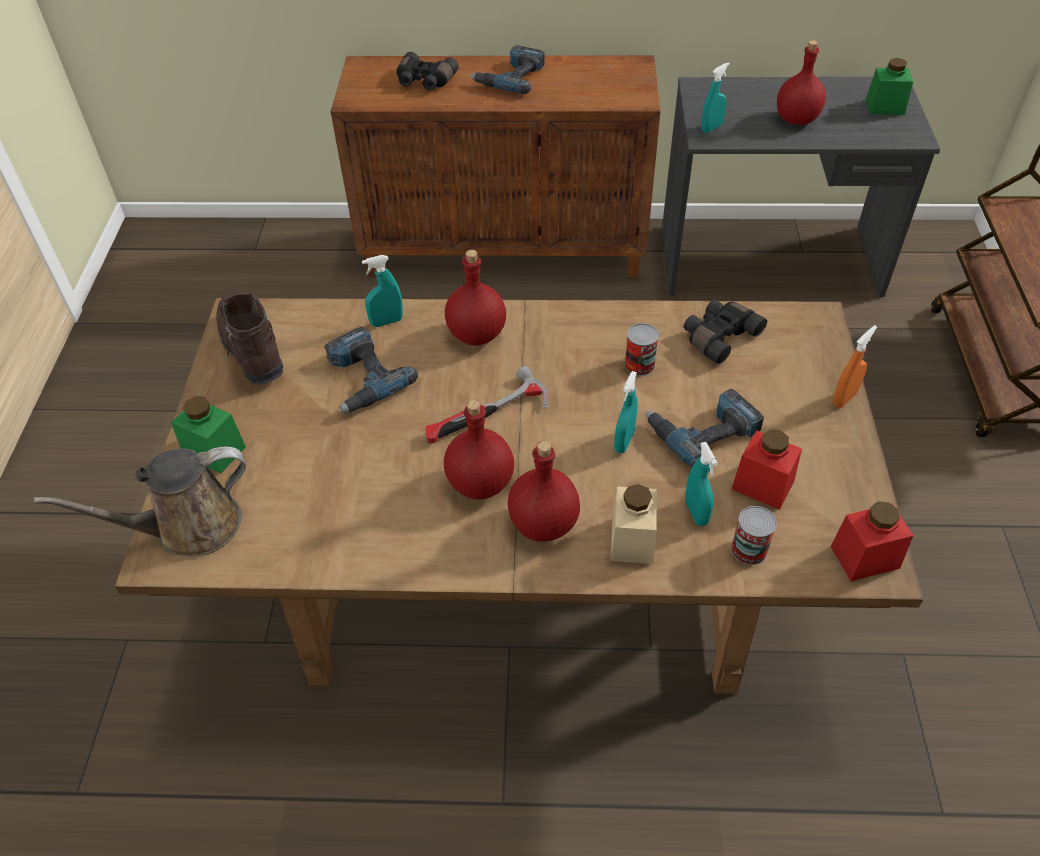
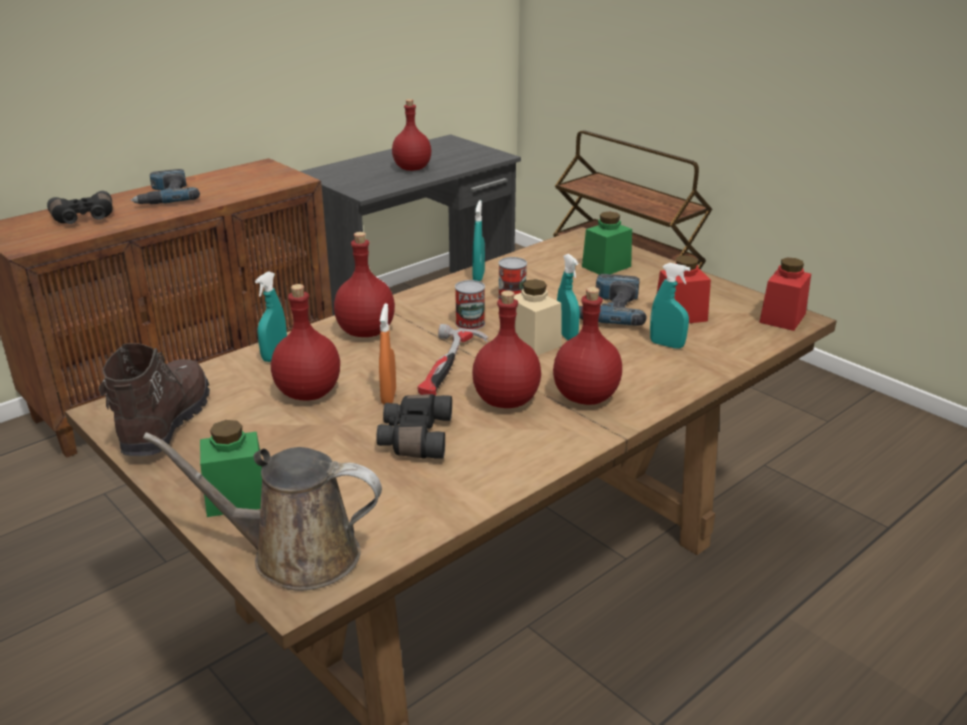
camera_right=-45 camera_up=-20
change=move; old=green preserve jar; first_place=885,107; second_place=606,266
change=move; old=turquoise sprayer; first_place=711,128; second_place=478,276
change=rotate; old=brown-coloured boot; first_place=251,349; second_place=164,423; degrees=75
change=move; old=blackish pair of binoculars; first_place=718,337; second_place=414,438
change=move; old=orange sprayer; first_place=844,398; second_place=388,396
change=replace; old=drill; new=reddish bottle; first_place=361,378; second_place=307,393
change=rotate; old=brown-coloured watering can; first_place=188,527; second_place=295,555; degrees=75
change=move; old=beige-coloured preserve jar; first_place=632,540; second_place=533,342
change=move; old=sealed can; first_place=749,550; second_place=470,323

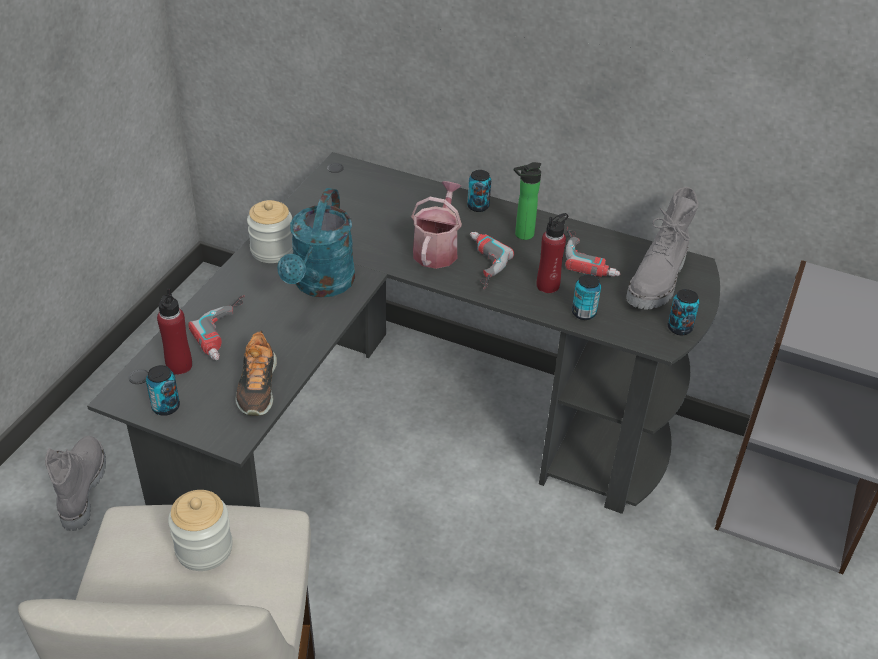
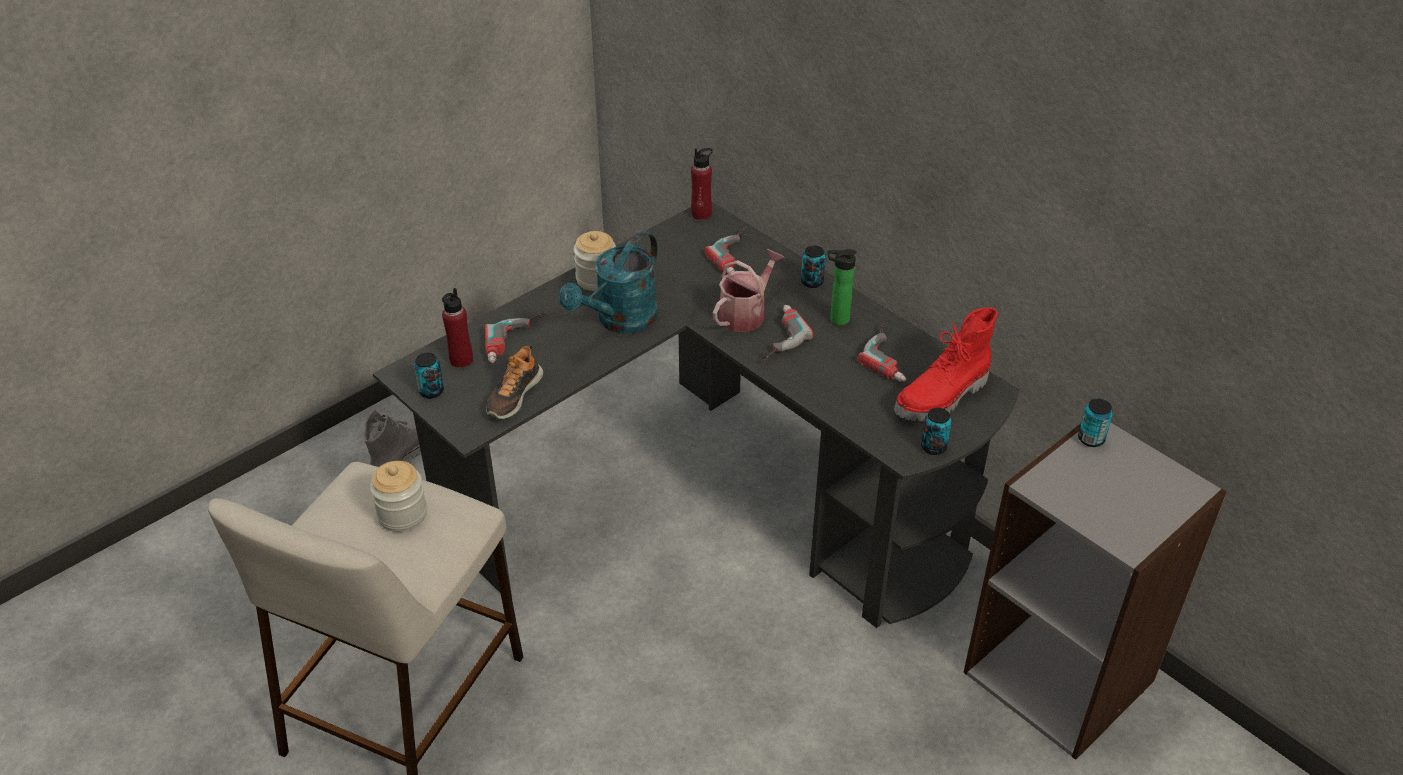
camera_right=25 camera_up=0
change=recolor; old=grey boot; new=reddish boot; first_place=658,282; second_place=943,398
change=move; old=reddish bottle; first_place=548,285; second_place=701,214
change=move; old=sealed can; first_place=583,313; second_place=1091,439
change=insert; new=drill; second_place=738,256

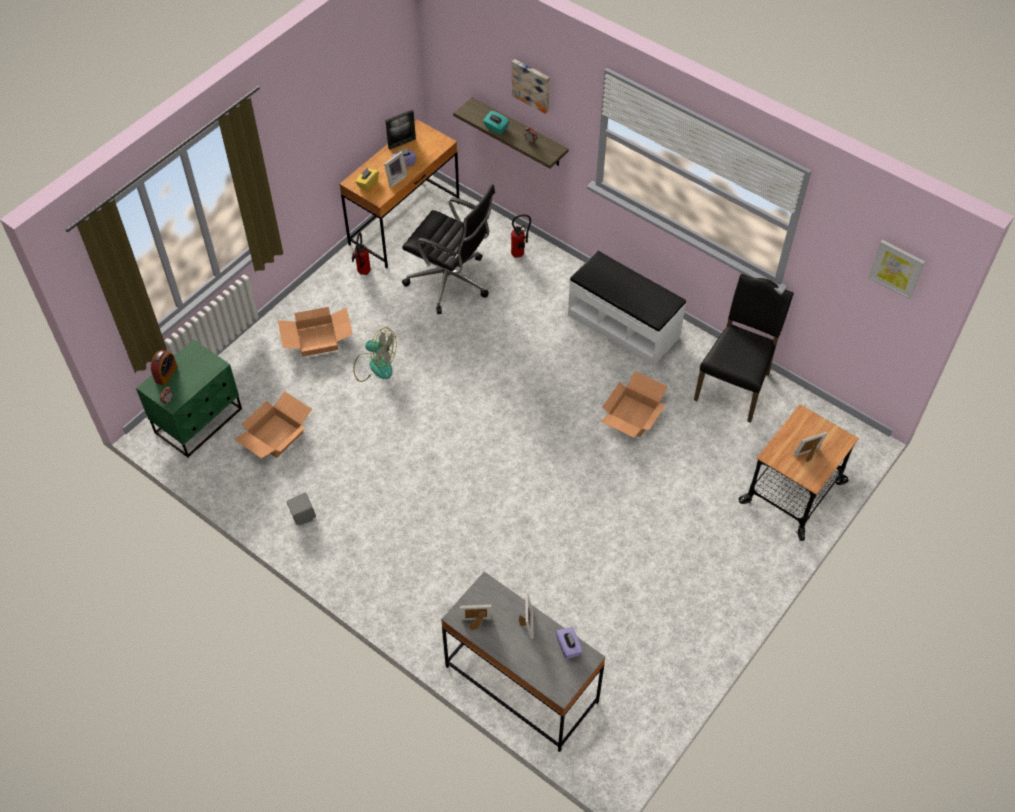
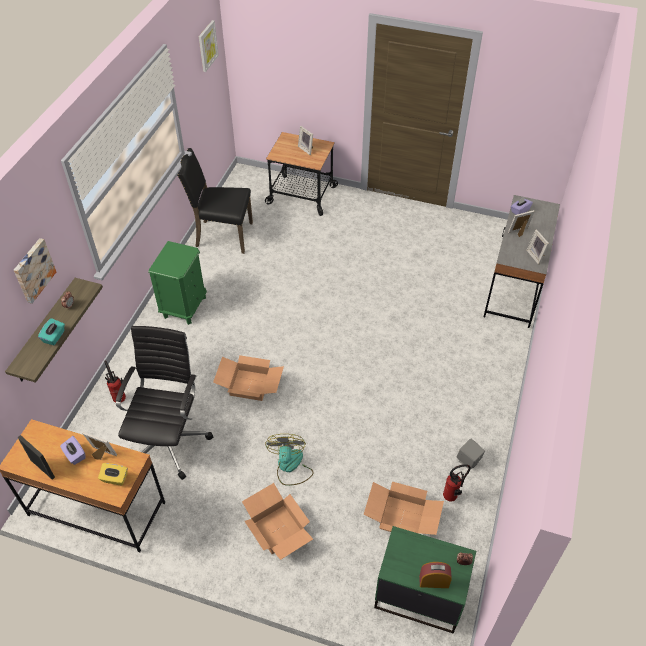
camera_right=-110 camera_up=-5
change=move; old=fire-fighting cylinder; first_place=362,273; second_place=452,497
change=replace; old=white indoor bench; new=green bedside table; first_place=623,325; second_place=184,307
change=move; old=cardboard box; first_place=633,416; second_place=250,384

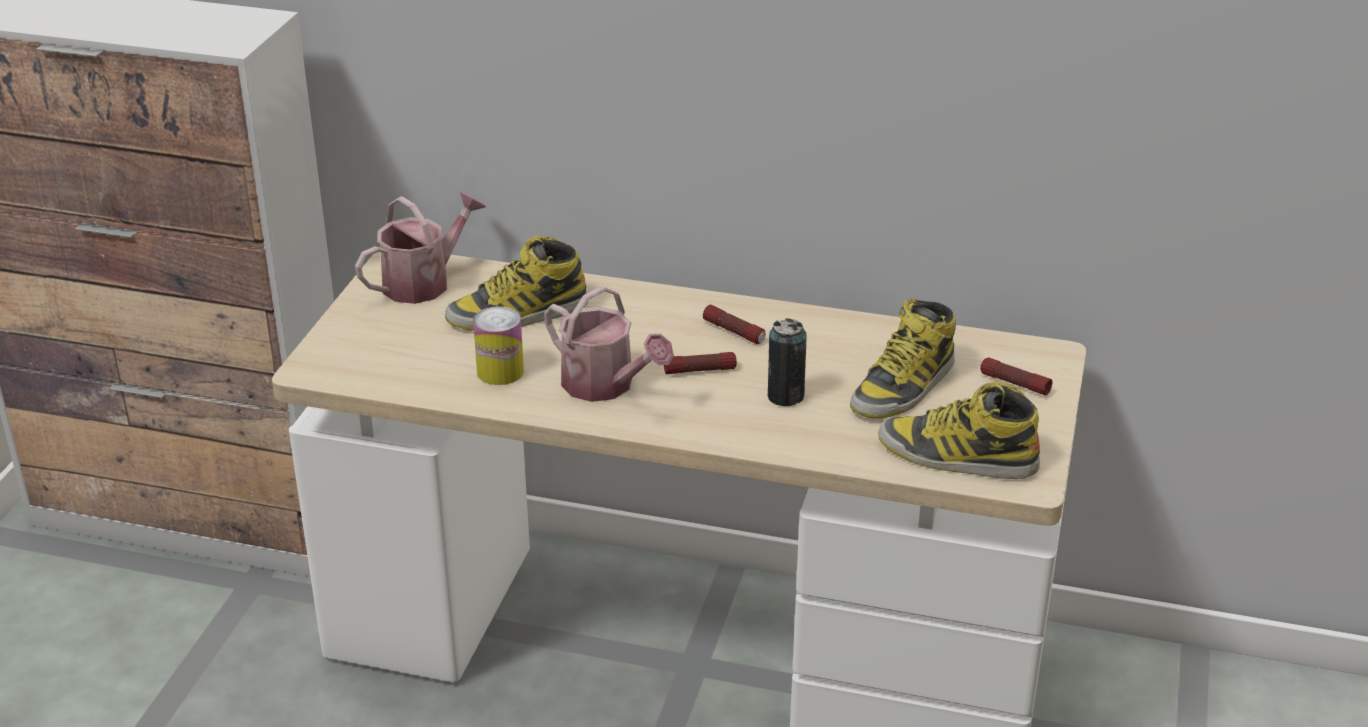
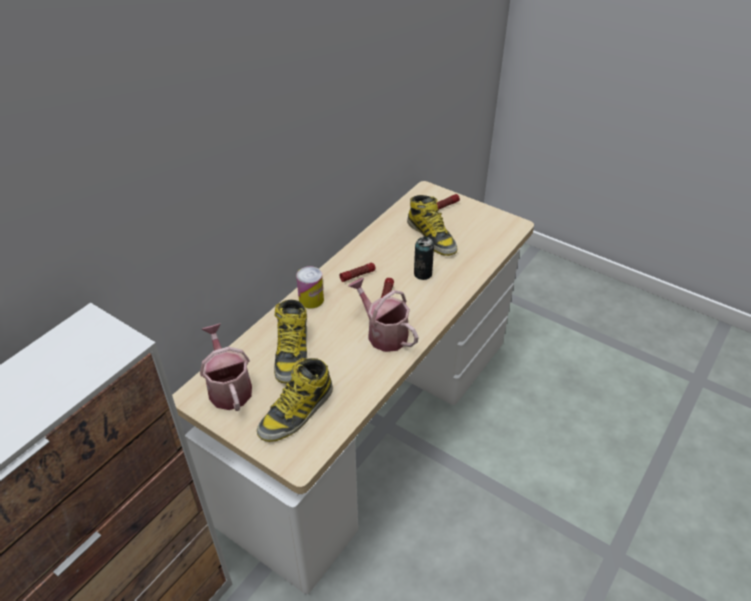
camera_right=-70 camera_up=10
change=rotate; old=watering can; first_place=605,386; second_place=383,333; degrees=-105
change=move; old=sealed can; first_place=500,371; second_place=311,299
change=move; old=boot; first_place=957,456; second_place=296,412

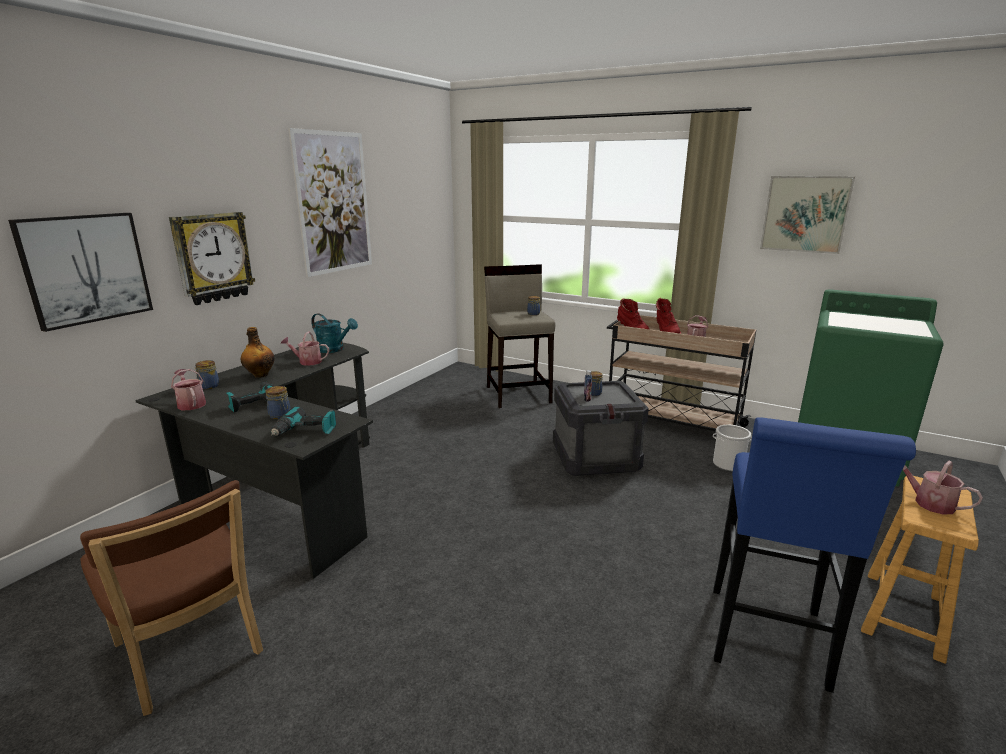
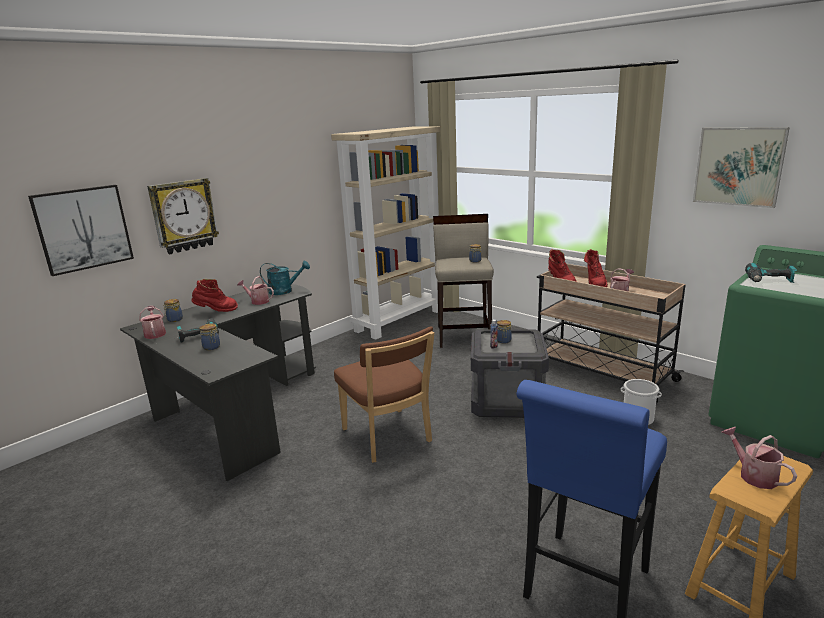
camera_right=15 camera_up=0
change=delete; old=wall picture; first_place=333,203
change=rotate; old=turquoise watering can; first_place=334,350; second_place=285,291; degrees=-45
change=replace; old=bottle; new=reddish boot; first_place=260,375; second_place=216,311
change=move; old=drill; first_place=305,431; second_place=769,281
change=move; old=brown-coloured chair; first_place=191,653; second_place=388,438
change=insert; new=beige-coloured bookcase; second_place=399,320

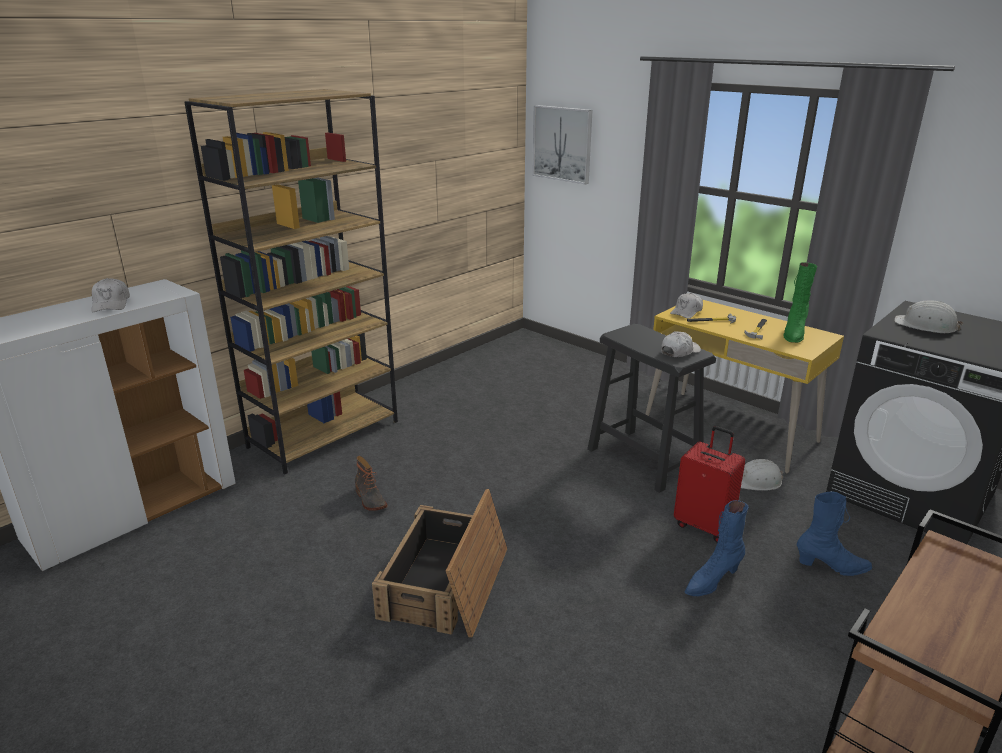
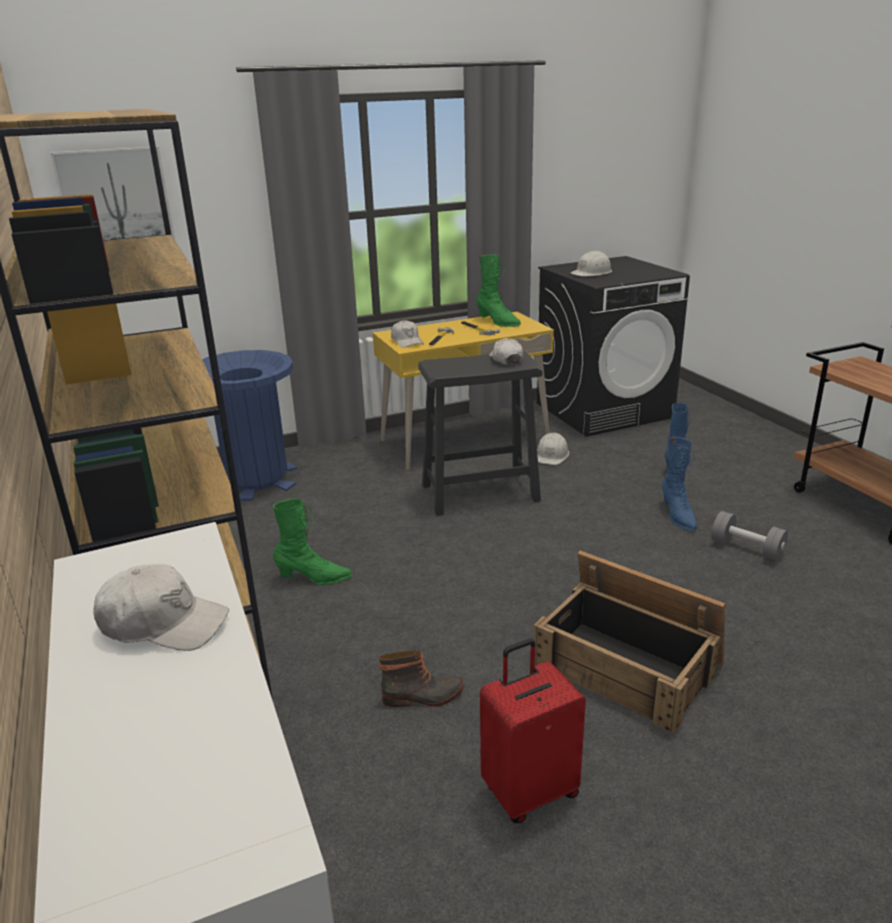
camera_right=-65 camera_up=0
change=move; old=reddish piece of luggage; first_place=704,525; second_place=529,791
change=insert; new=blue-coloured rubbish bin; second_place=257,479
change=insert; new=green boot; second_place=314,578
change=insert; new=grey hand weight; second_place=747,548

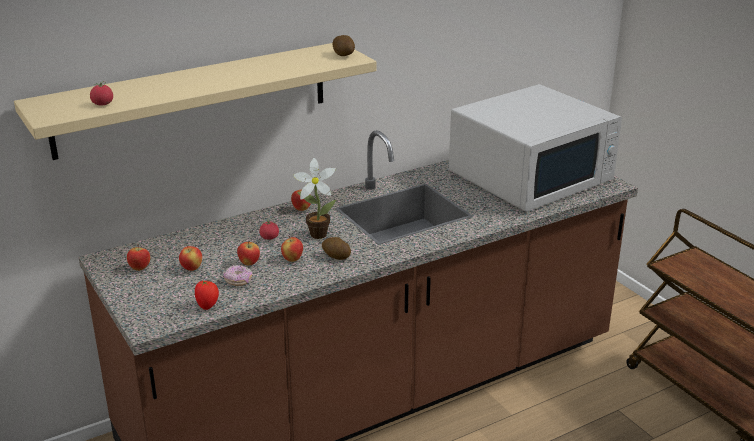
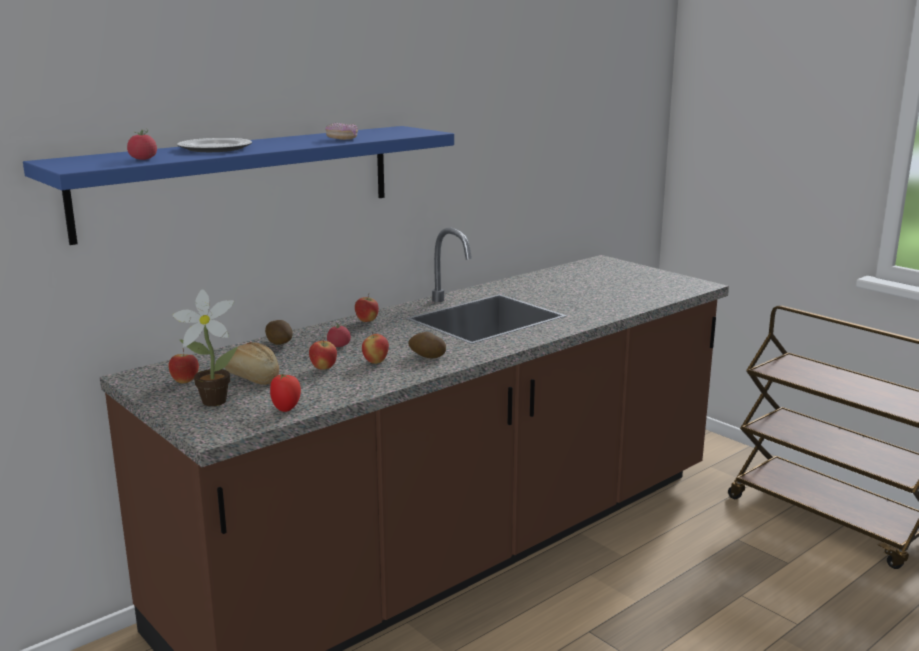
camera_right=-10 camera_up=-10
change=move; old=potato; first_place=344,55; second_place=280,343
change=recolor; old=beige-coloured shelf; new=blue-coloured shelf; first_place=193,99; second_place=241,180
change=delete; old=white microwave oven; first_place=531,176
change=move; old=potted plant; first_place=316,234; second_place=210,401
change=replace; old=apple; new=baked bread; first_place=192,268; second_place=252,377
change=move; old=doughnut; first_place=238,281; second_place=342,139
change=insert; new=flat dish; second_place=214,149

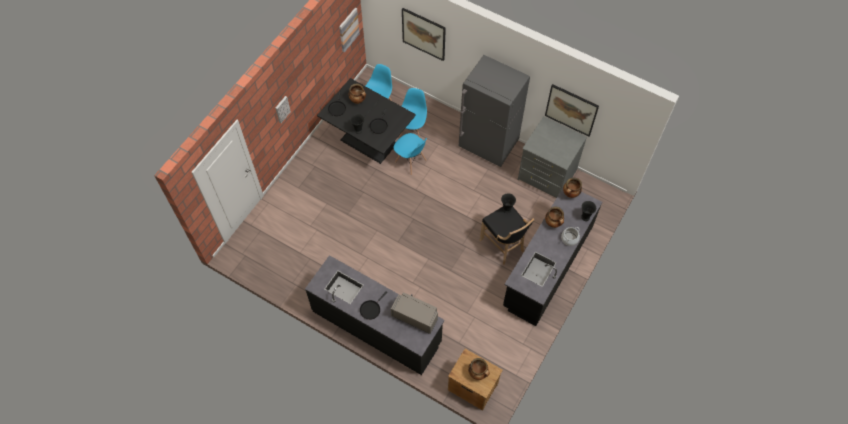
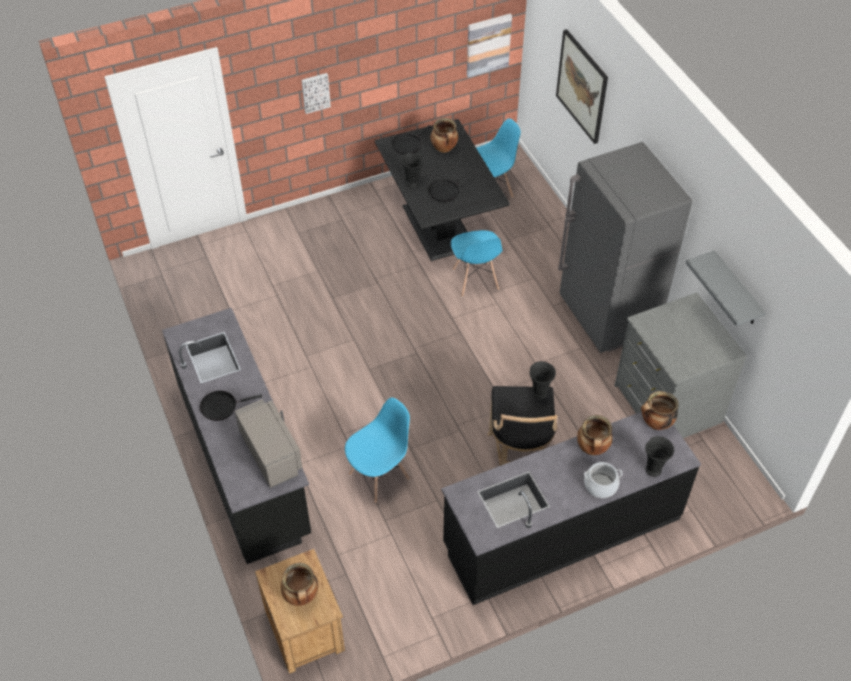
camera_right=35 camera_up=-10
change=replace; old=wall picture; new=grey shelf; first_place=571,110; second_place=736,290
change=move; old=blue-coloured chair; first_place=413,130; second_place=379,476

